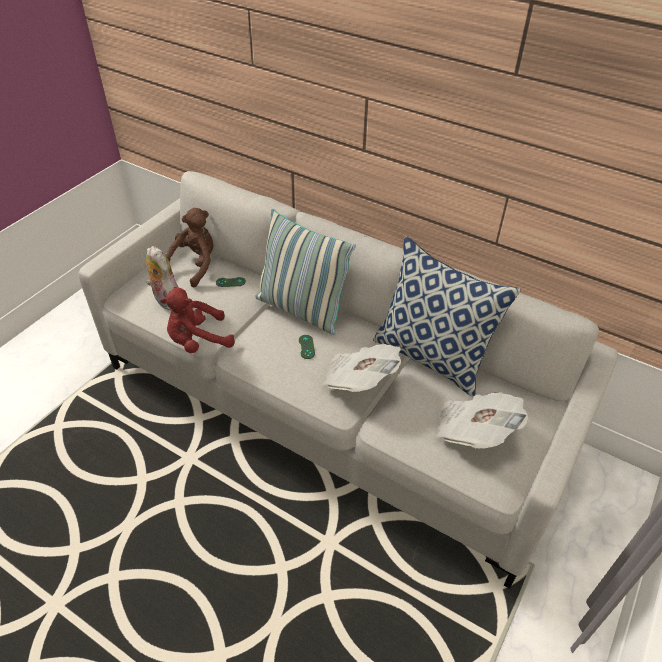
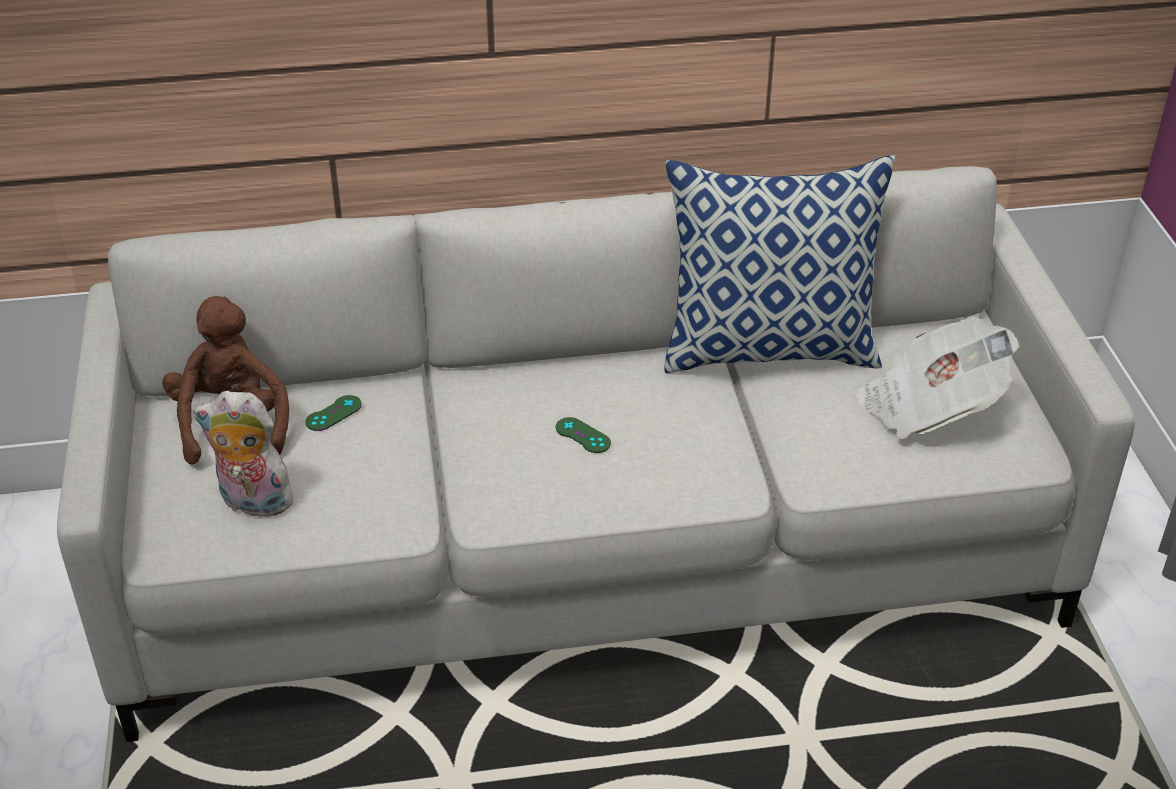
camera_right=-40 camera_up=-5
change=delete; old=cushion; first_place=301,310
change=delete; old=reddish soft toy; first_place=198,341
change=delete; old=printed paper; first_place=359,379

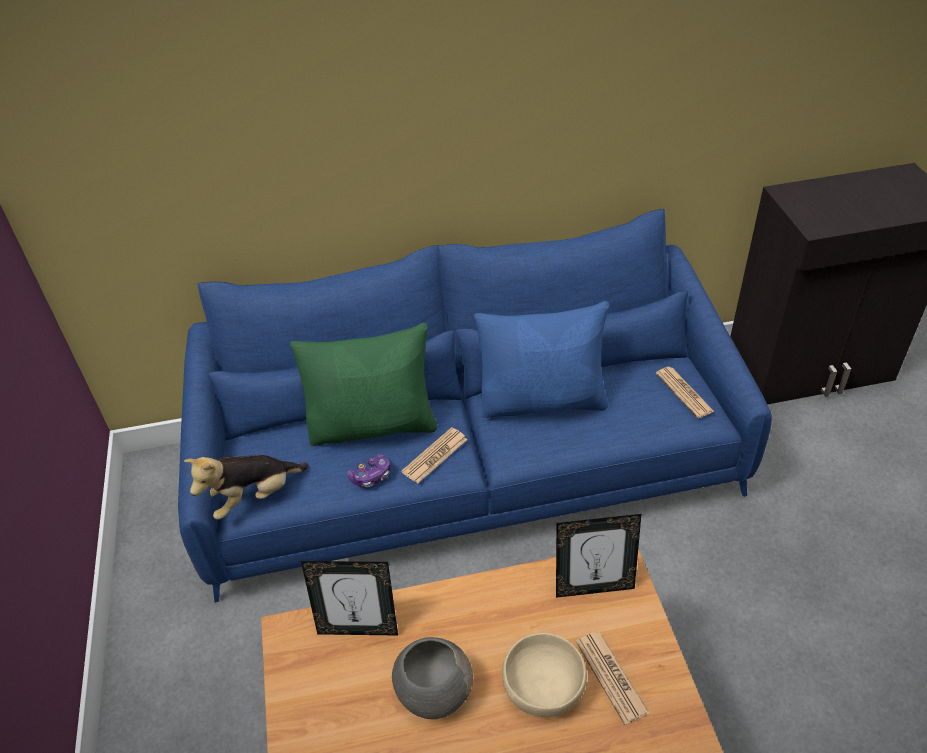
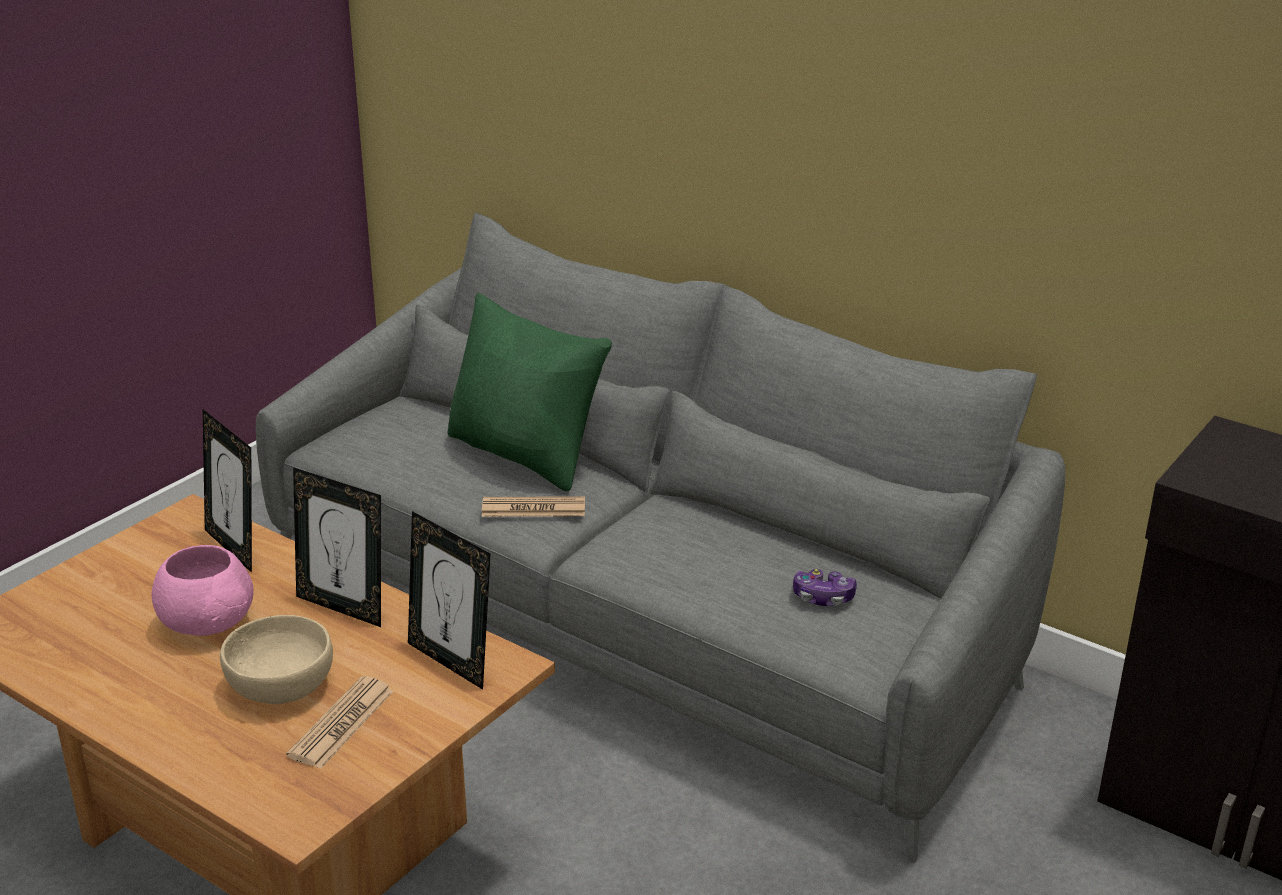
camera_right=45 camera_up=-15
change=recolor; old=blue-coloured sofa; new=grey sofa; first_place=469,470; second_place=642,621
change=delete; old=blue-coloured cushion; first_place=543,400
change=delete; old=printed paper; first_place=684,392
change=move; old=joypad; first_place=371,476; second_place=823,597
change=delete; old=soft toy; first_place=254,497
change=recolor; old=grey serving bowl; new=pink-coloured serving bowl; first_place=433,690; second_place=207,621
change=insert; new=picture frame; second_place=343,607

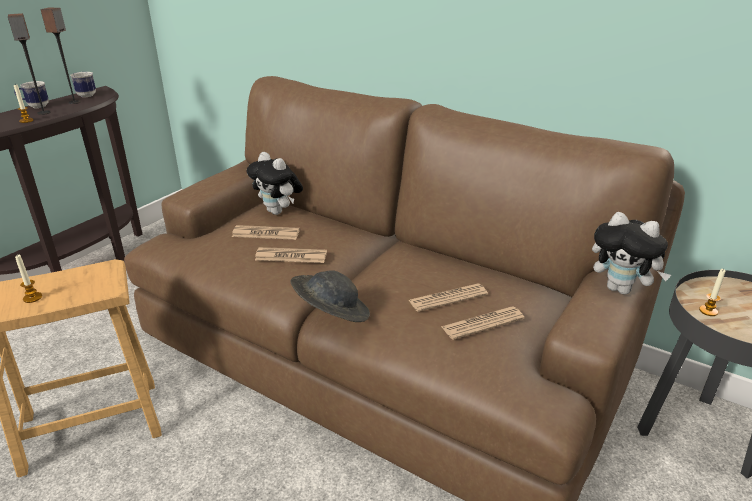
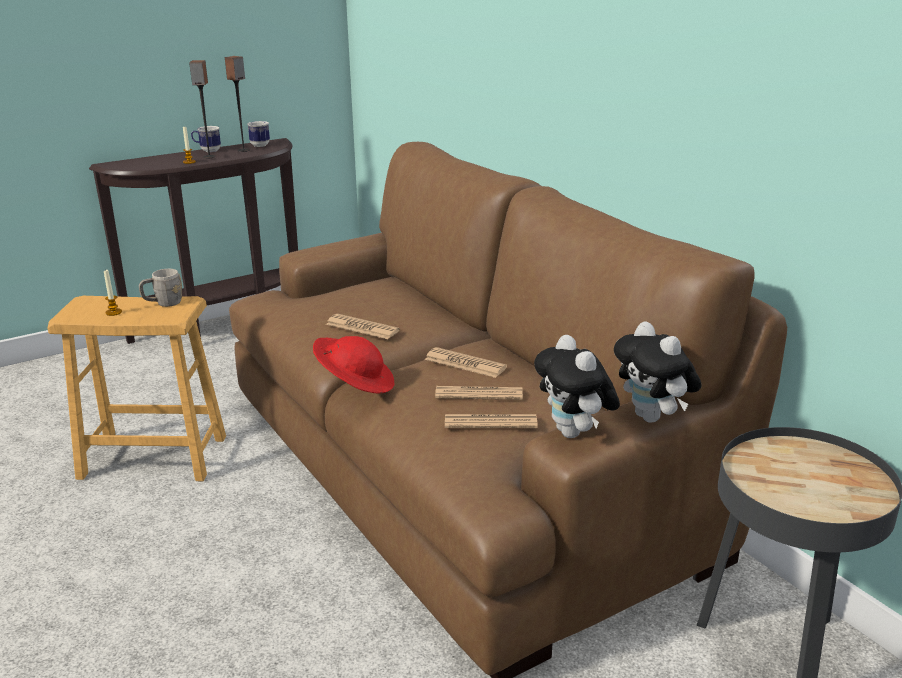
camera_right=25 camera_up=-5
change=move; old=soft toy; first_place=278,212; second_place=574,433
change=move; old=printed paper; first_place=266,233; second_place=465,363
change=delete; old=wax candle; first_place=708,311
change=recolor; old=grey clothing hat; new=reddish clothing hat; first_place=330,314; second_place=355,383
change=insert; new=grey mug; second_place=163,303

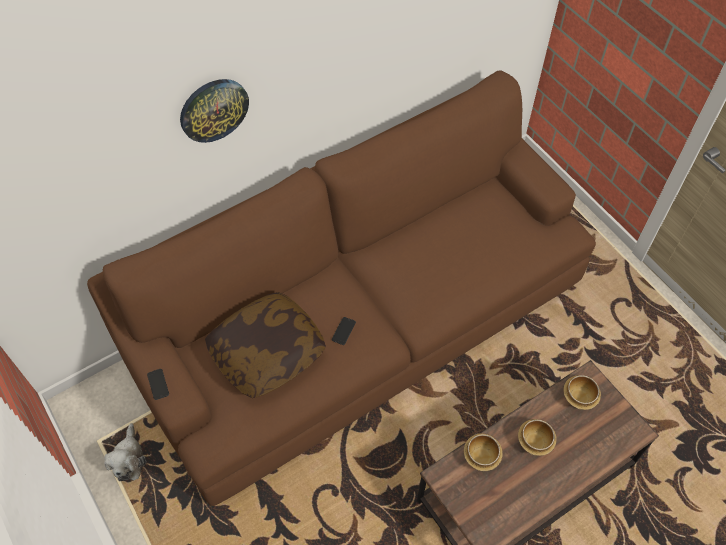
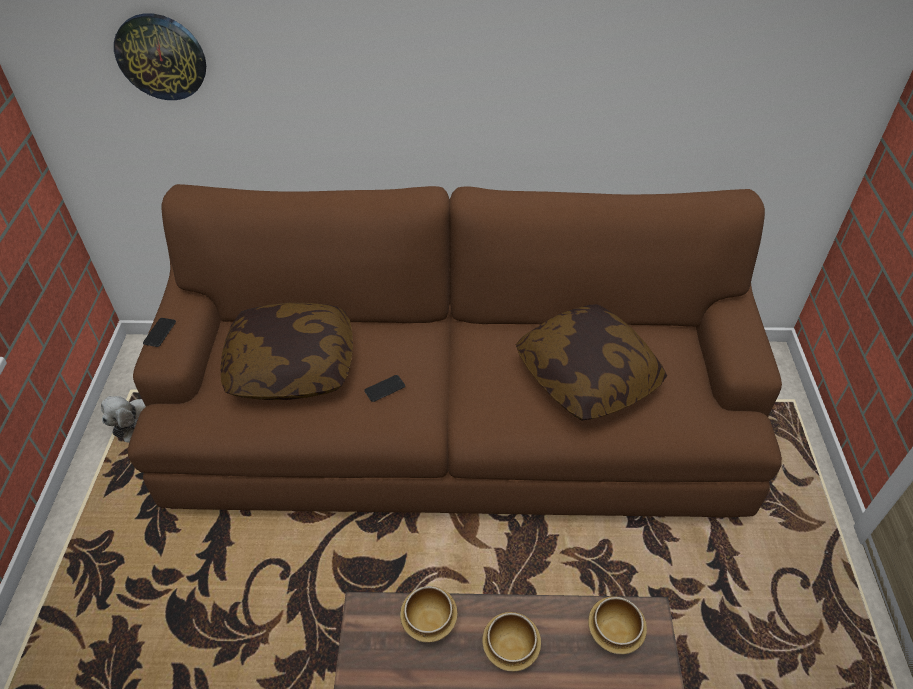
camera_right=35 camera_up=-10
change=move; old=clock on the wall; first_place=213,109; second_place=161,56
change=insert; new=cushion; second_place=587,376

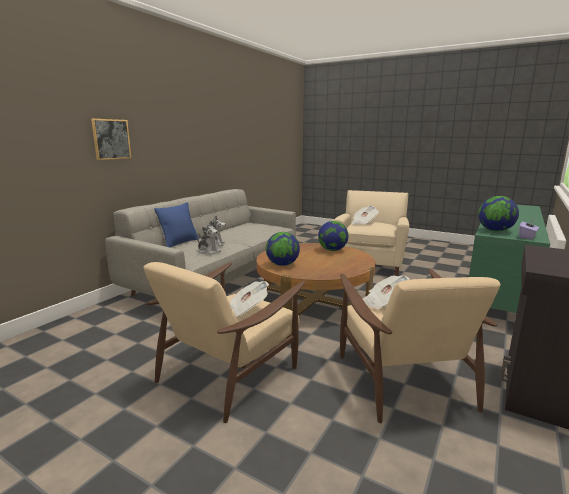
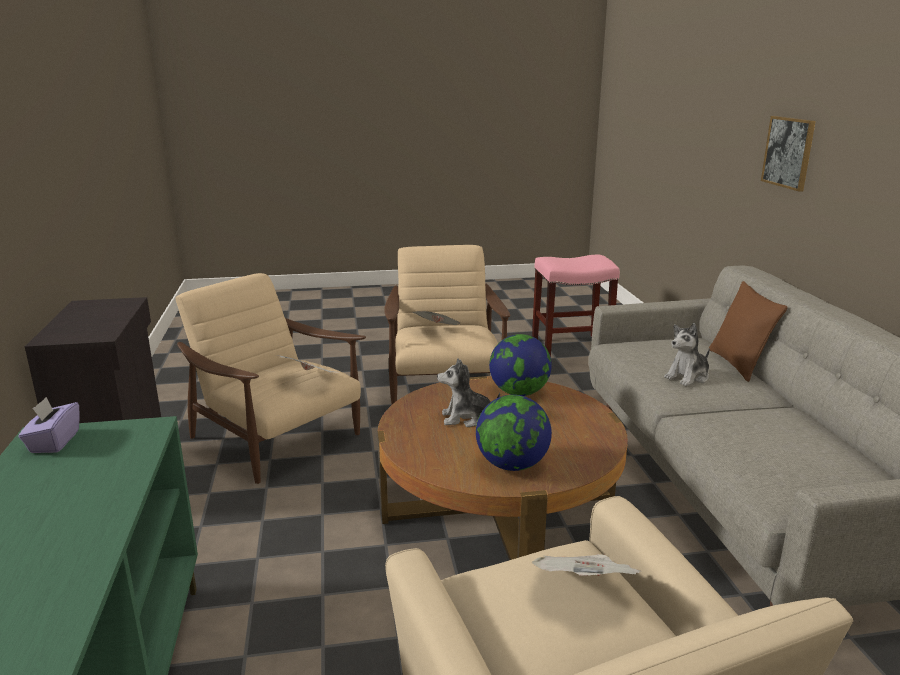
camera_right=140 camera_up=5
change=delete; old=desk globe; first_place=495,230
change=recolor; old=blue-coloured cushion; new=brown-coloured cushion; first_place=179,243; second_place=738,364
change=move; old=soft toy; first_place=209,251; second_place=466,418
change=insert; new=pink-coloured stool seat; second_place=571,346

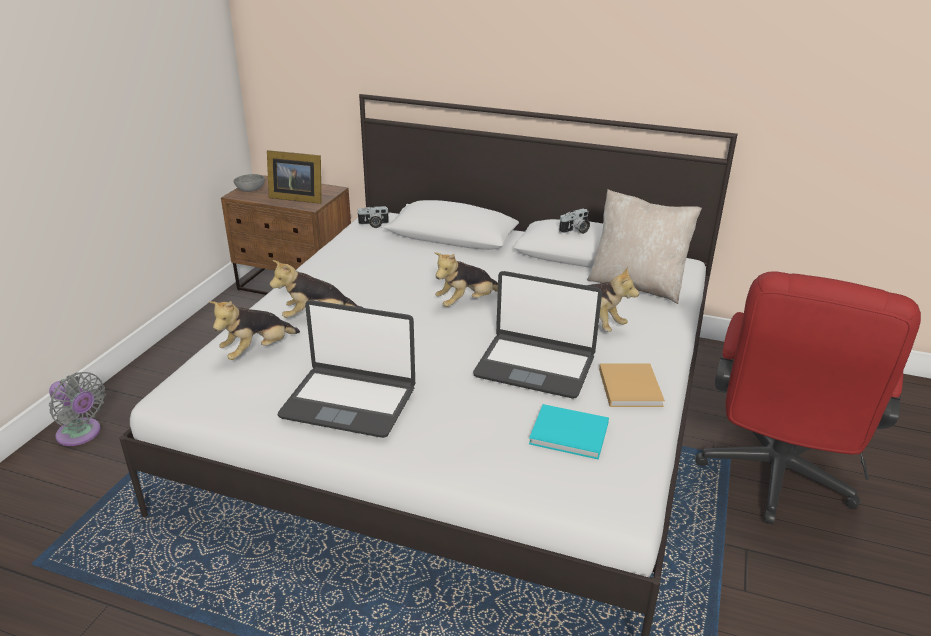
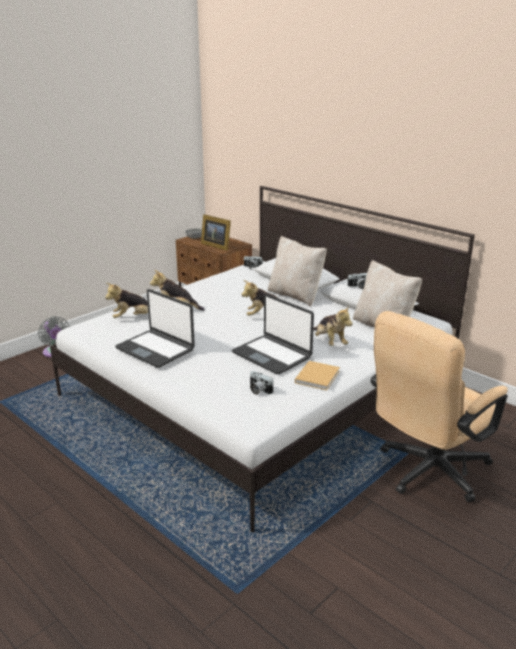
camera_right=25 camera_up=-5
change=recolor; old=reddish office chair; new=beige-coloured office chair; first_place=773,480; second_place=427,472
change=replace; old=turquoise volume; new=still camera; first_place=571,434; second_place=258,390
change=insert; new=beige-coloured cushion; second_place=295,295

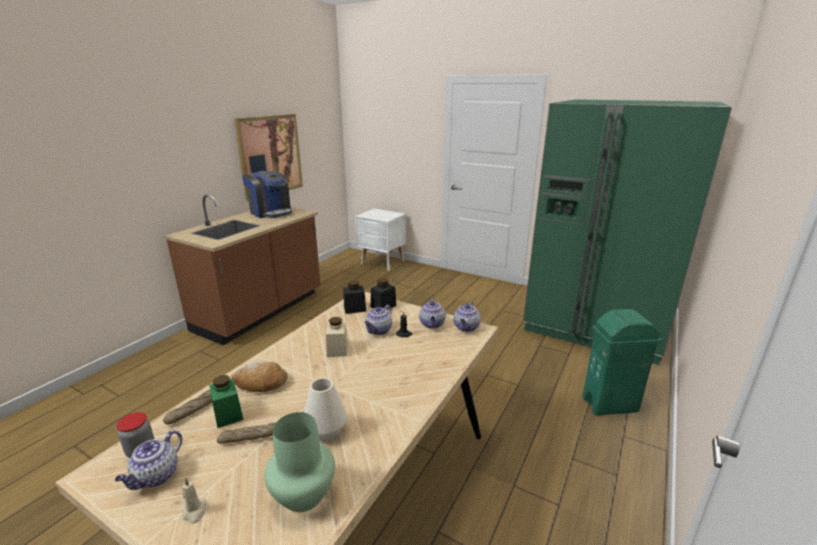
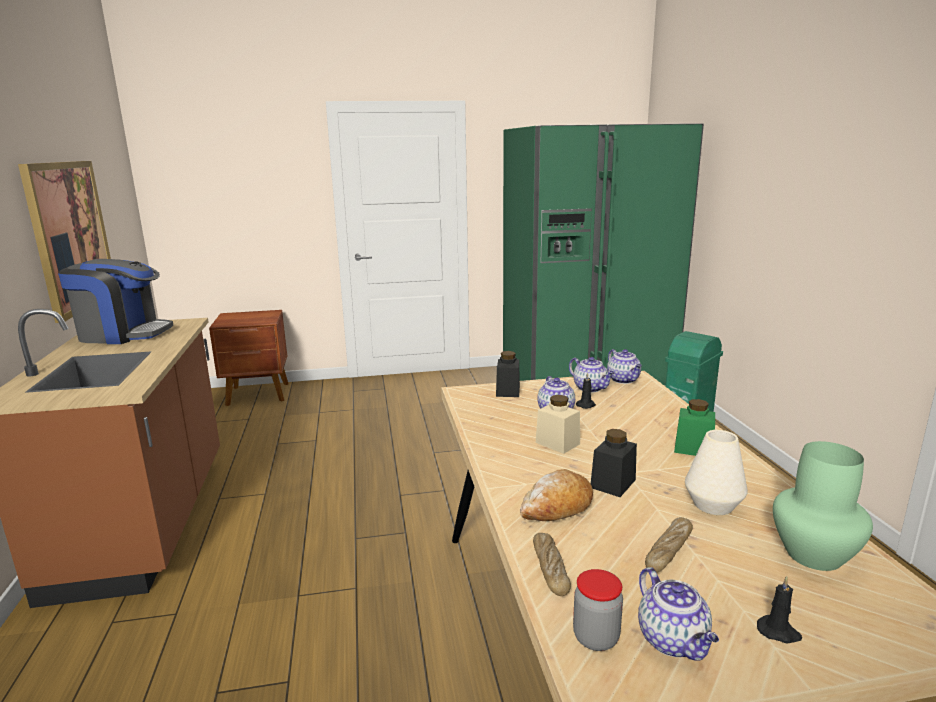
camera_right=-40 camera_up=-5
change=recolor; old=white bedside table; new=brown-coloured bedside table; first_place=382,262; second_place=259,394
change=move; old=blackish preserve jar; first_place=354,308; second_place=613,483
change=move; old=green preserve jar; first_place=228,414; second_place=693,449
change=recolor; old=beige-coloured wax candle; new=blackish wax candle; first_place=194,512; second_place=779,632

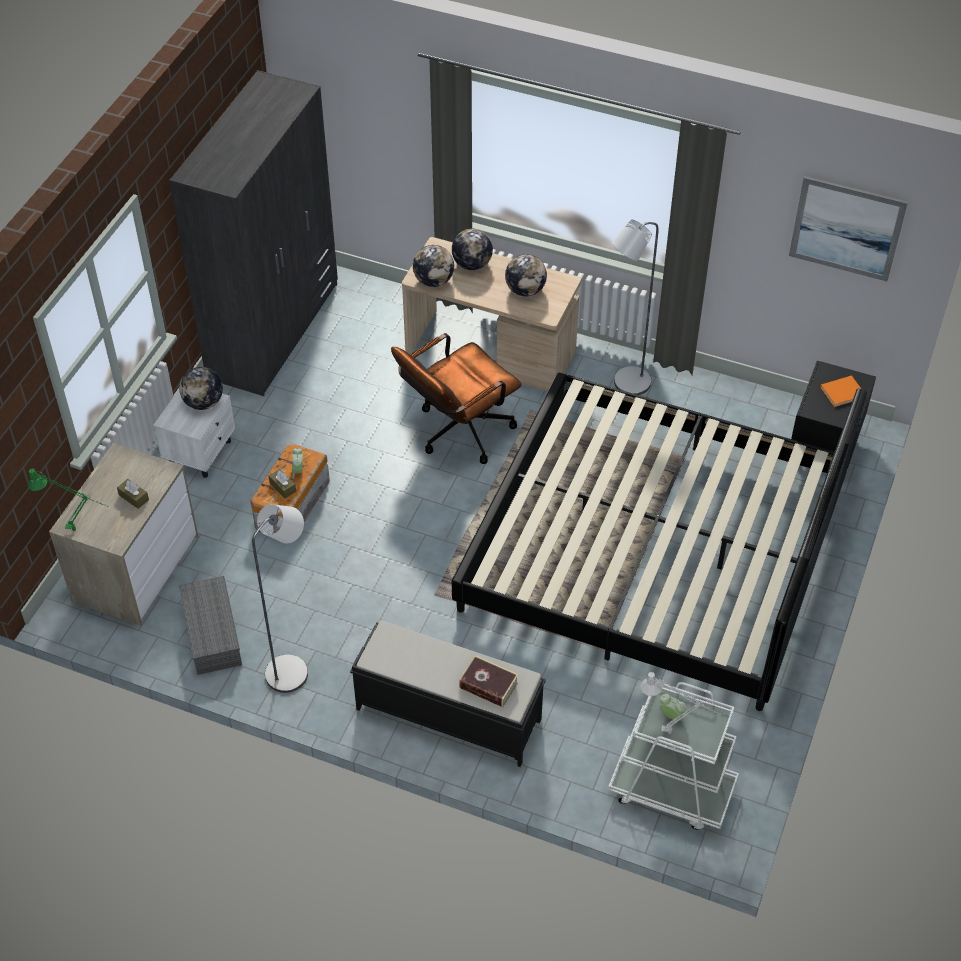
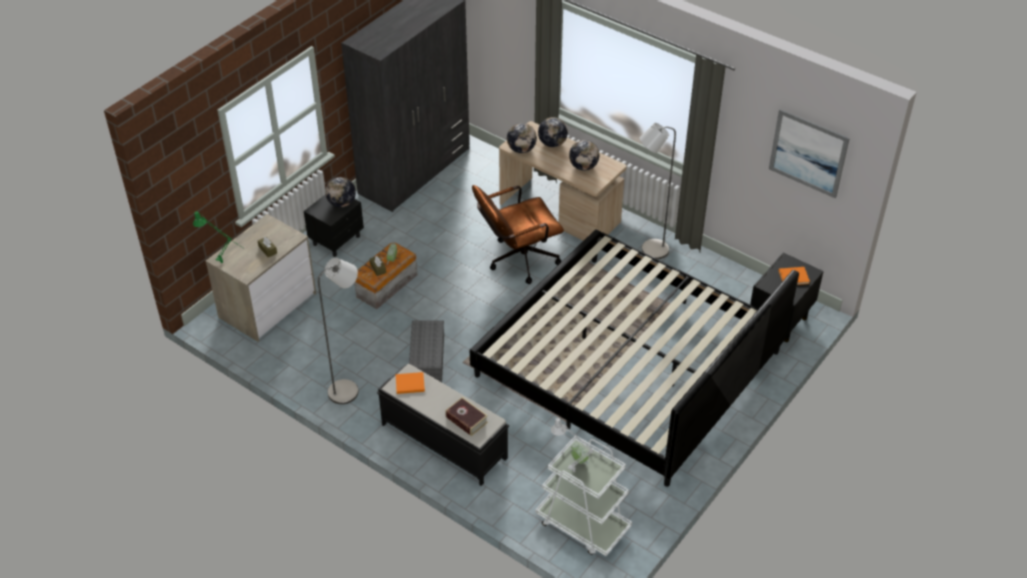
camera_right=15 camera_up=-5
change=recolor; old=white bedside table; new=blackish bedside table; first_place=201,452; second_place=337,240
change=move; old=grey storage container; first_place=211,632; second_place=426,357
change=insert; new=orange volume; second_place=409,384

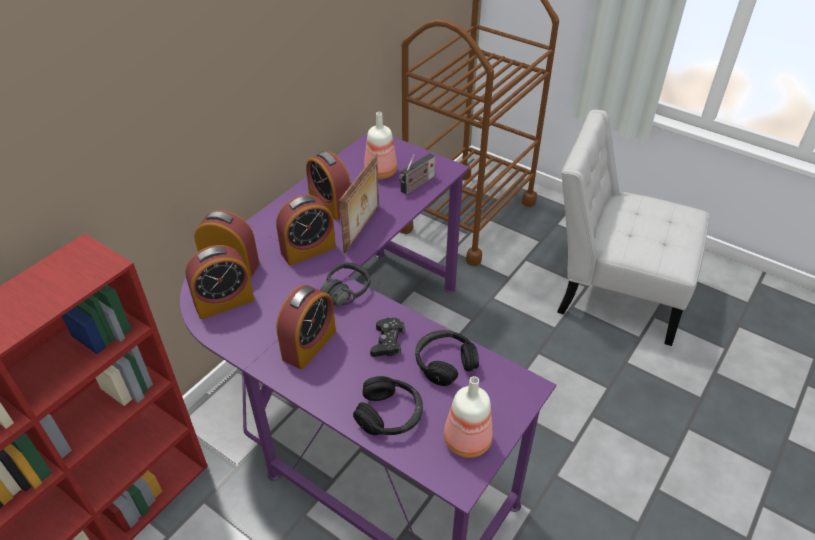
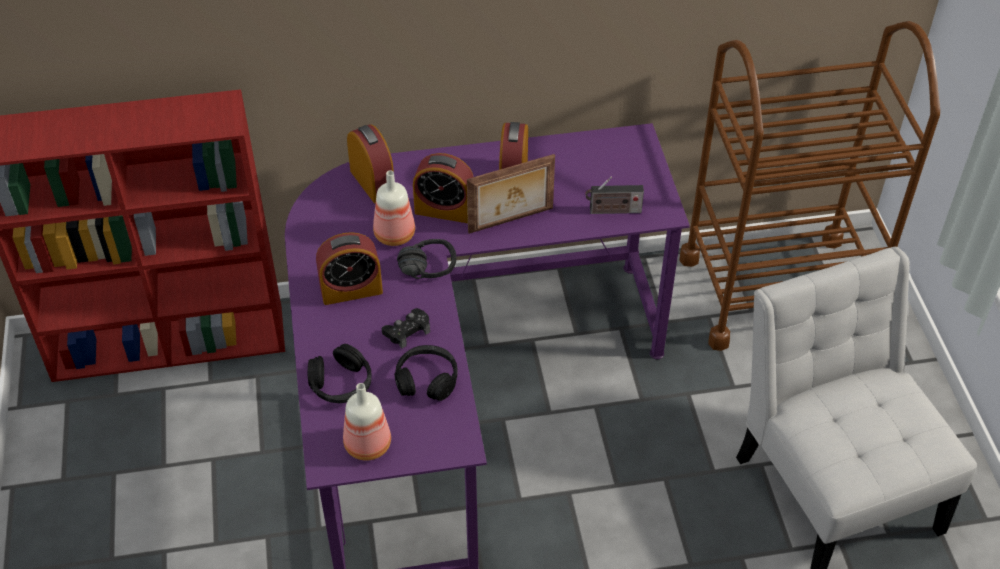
camera_right=45 camera_up=5
change=move; old=bottle; first_place=381,173; second_place=394,235
change=delete; old=bedside clock; first_place=224,302

